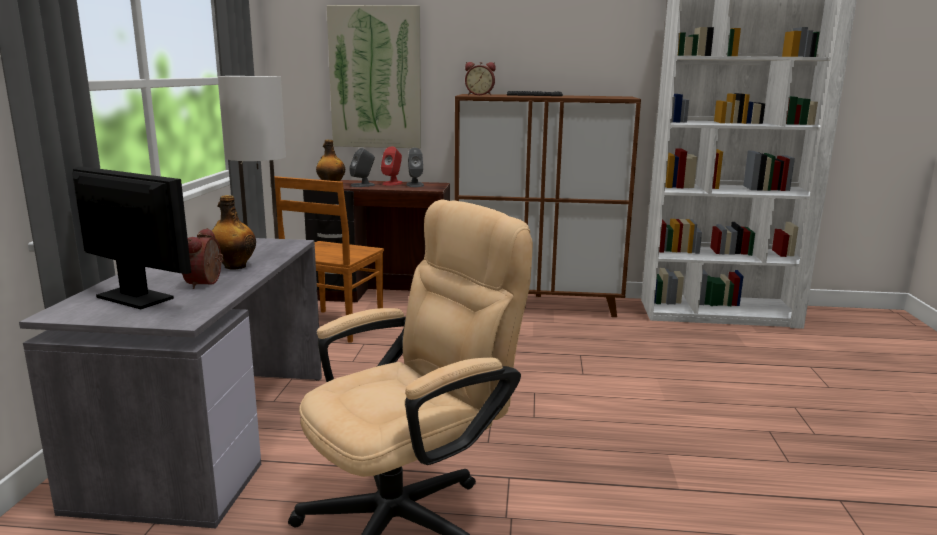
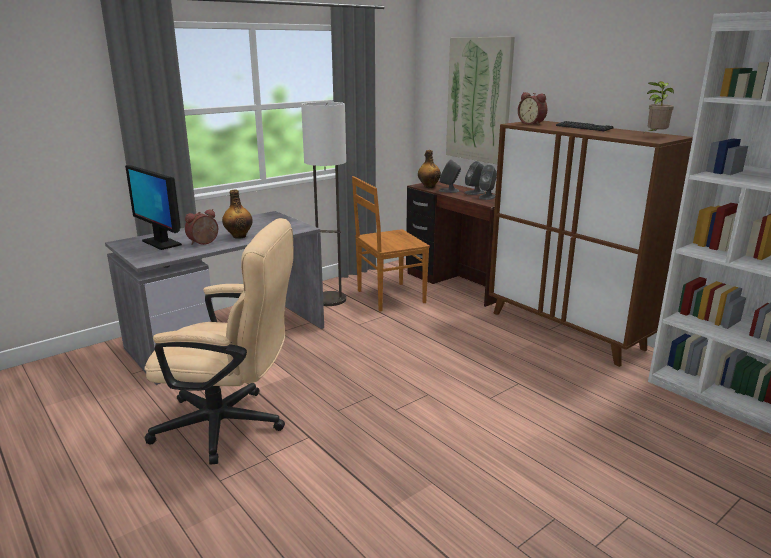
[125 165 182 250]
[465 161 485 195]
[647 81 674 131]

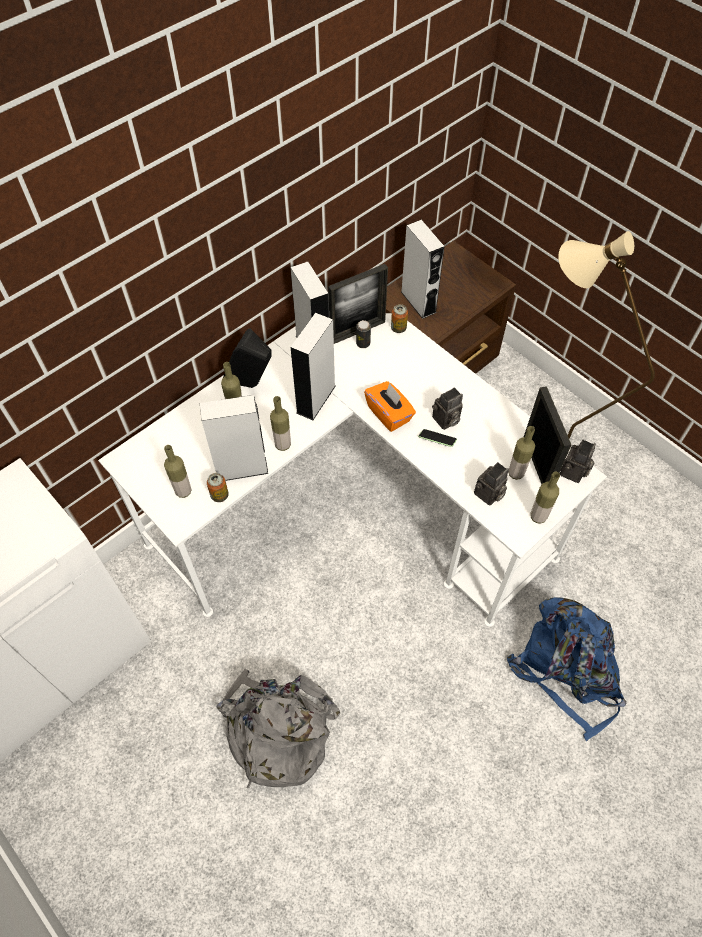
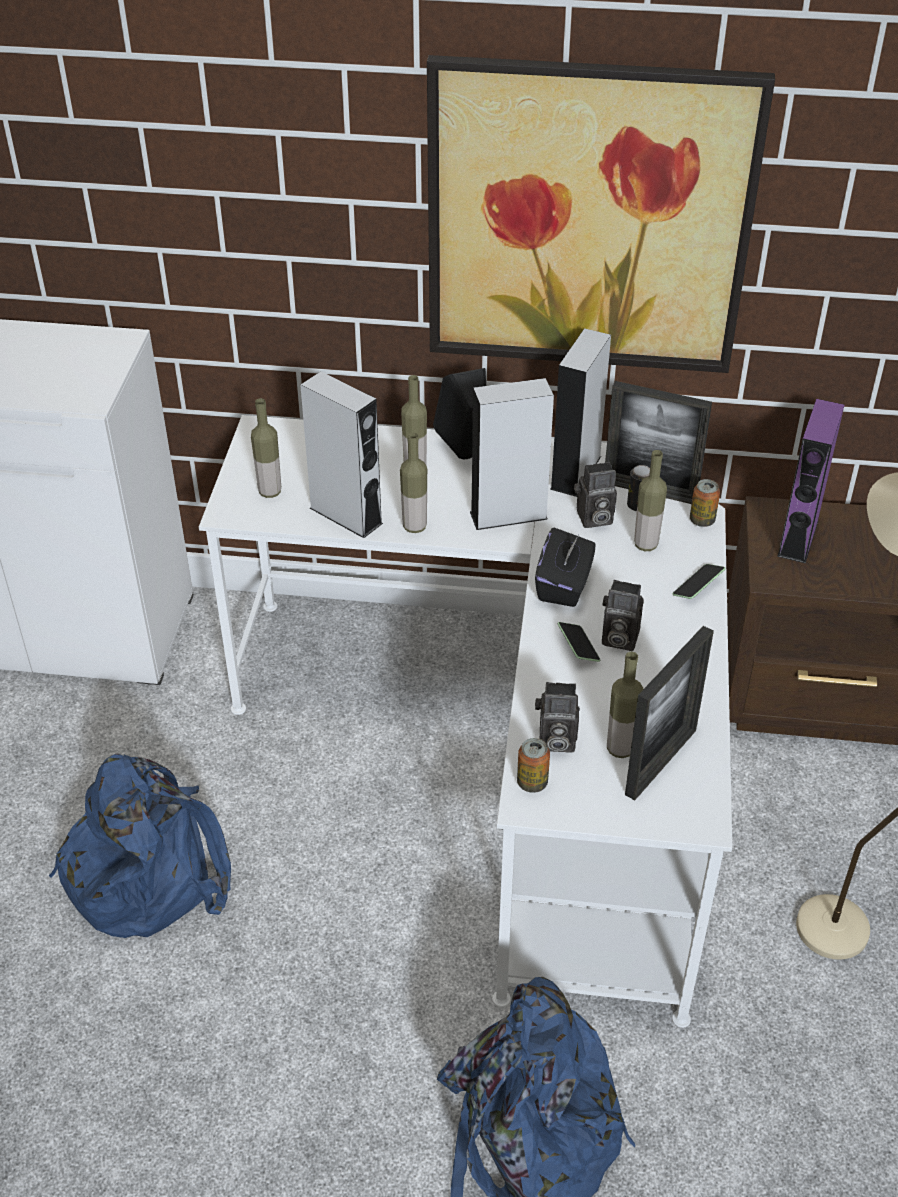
[49 753 231 938]
[427 55 775 373]
[517 738 550 793]
[535 528 596 607]
[574 462 617 528]
[634 450 667 551]
[673 564 725 599]
[777 399 844 563]

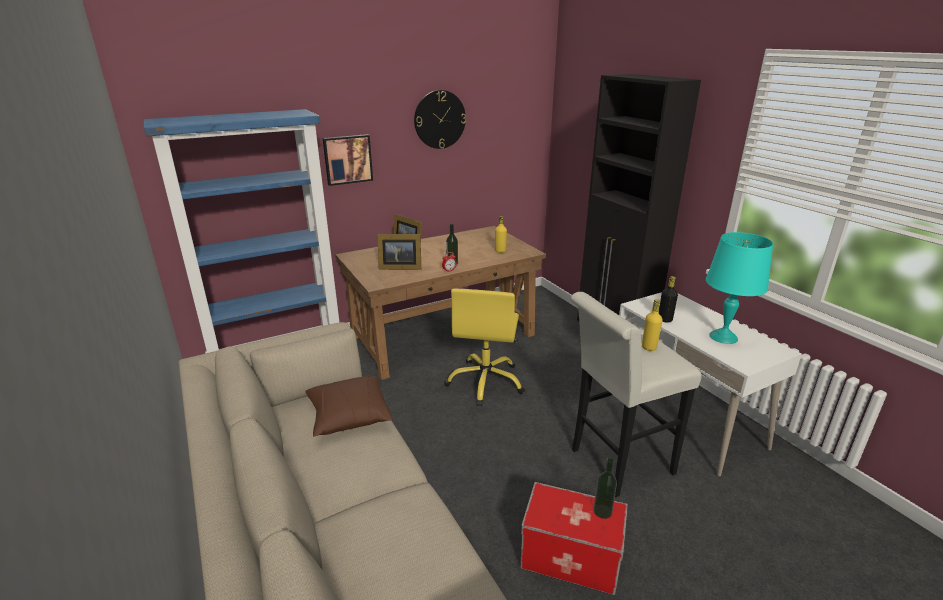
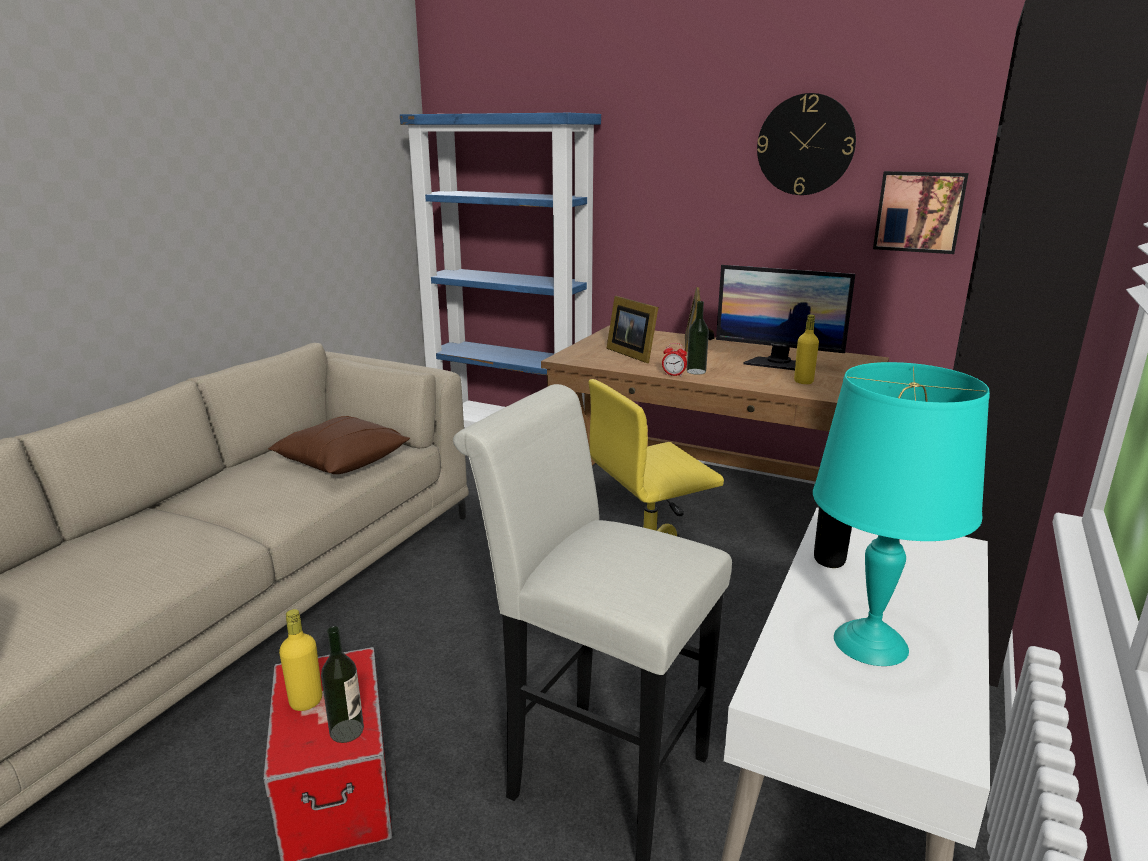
[279 609 322 711]
[716 265 855 370]
[873 171 969 254]

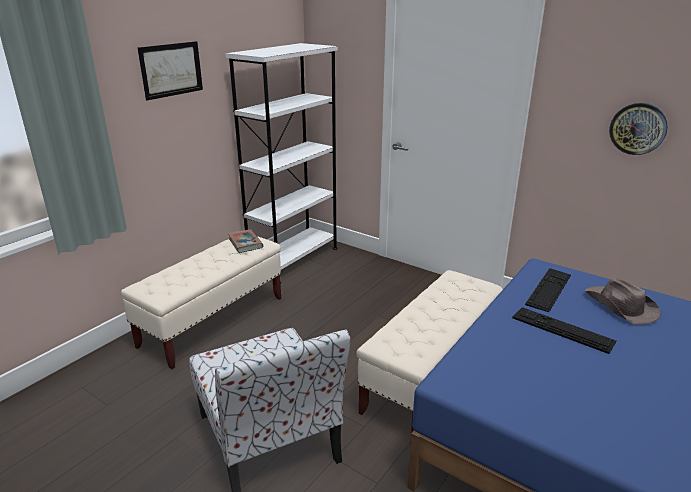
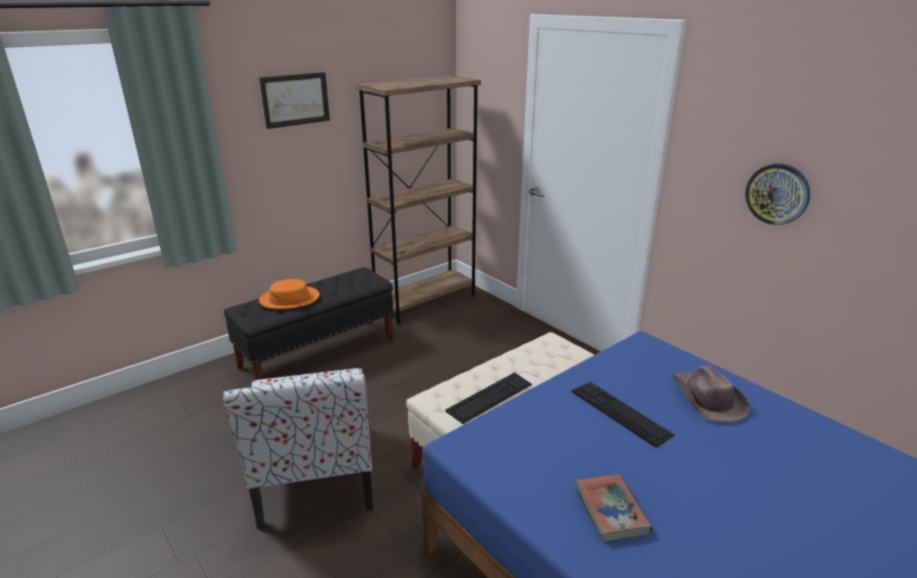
[224 267 393 380]
[259 279 320 309]
[356 75 481 325]
[445 372 532 424]
[576 474 653 543]

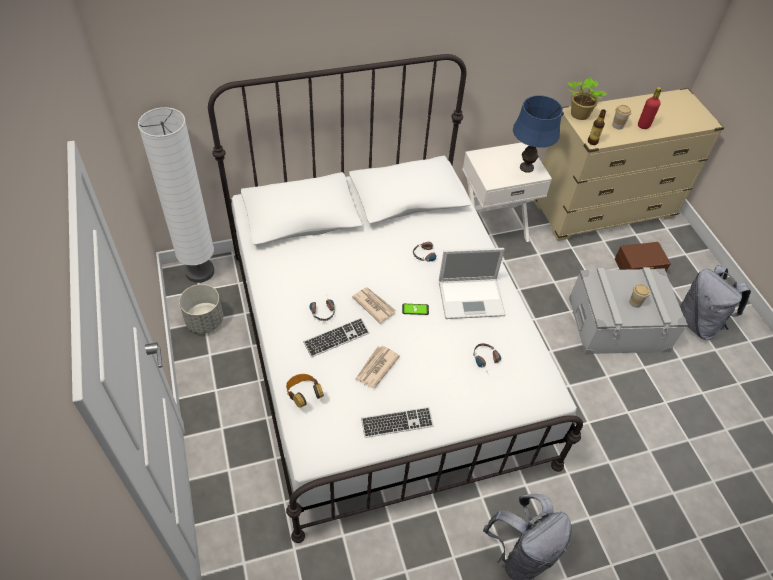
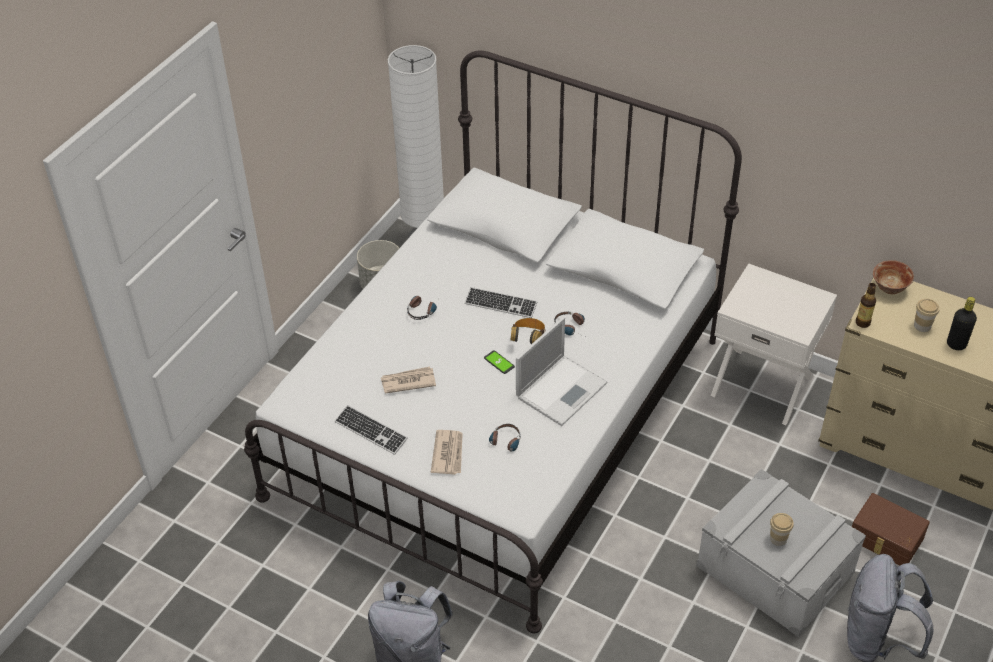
[431 430 463 475]
[465 287 537 318]
[510 318 545 344]
[516 317 607 426]
[873 260 914 294]
[947 297 977 350]
[513 95 563 173] (first image)

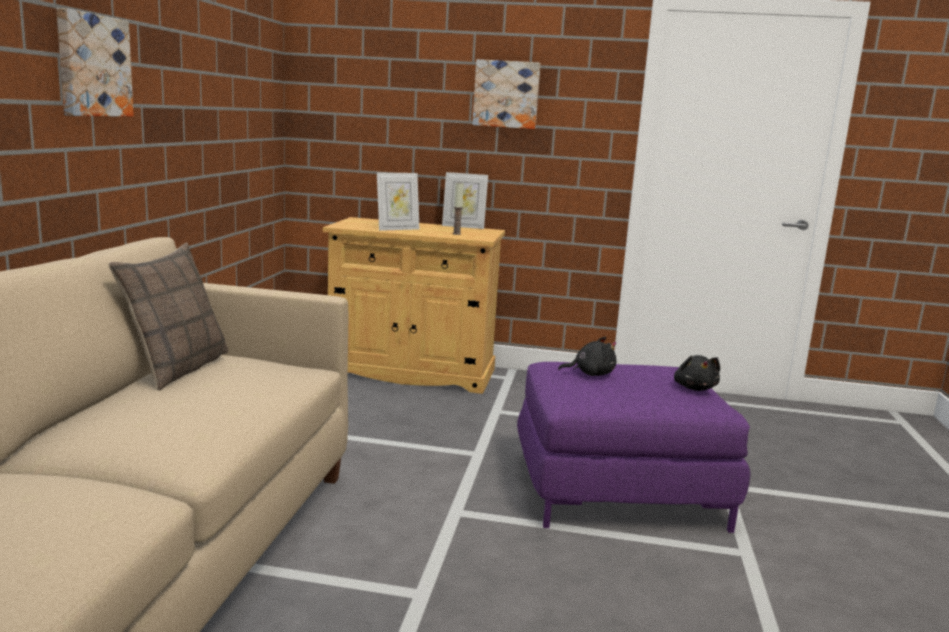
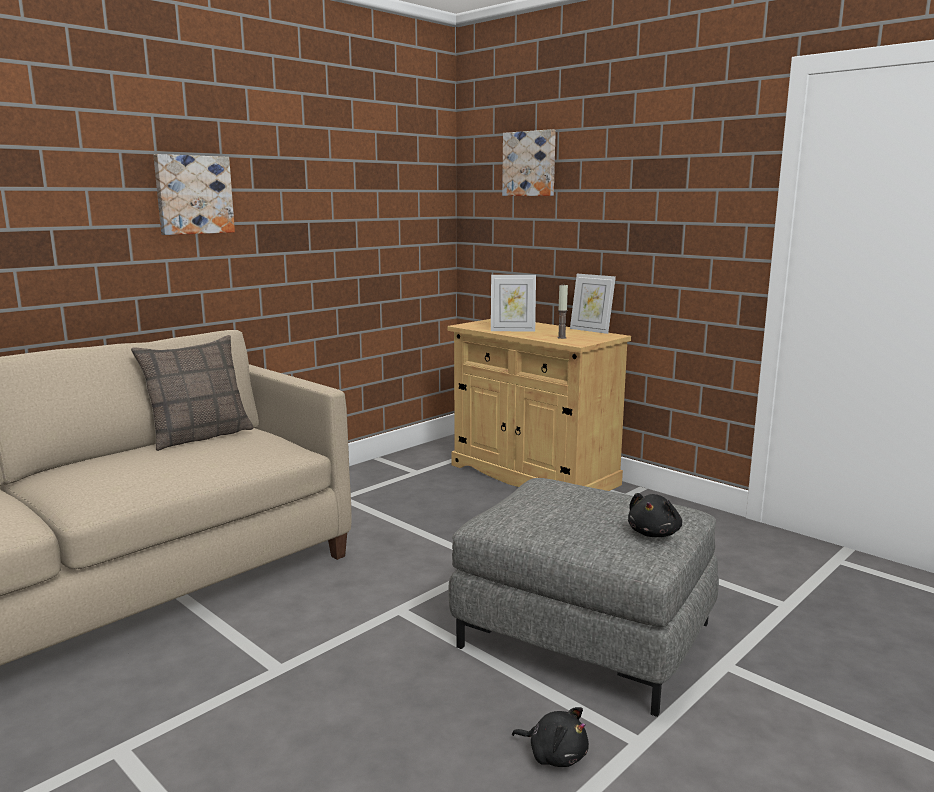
[448 478 719 717]
[502 129 556 196]
[512 707 589 767]

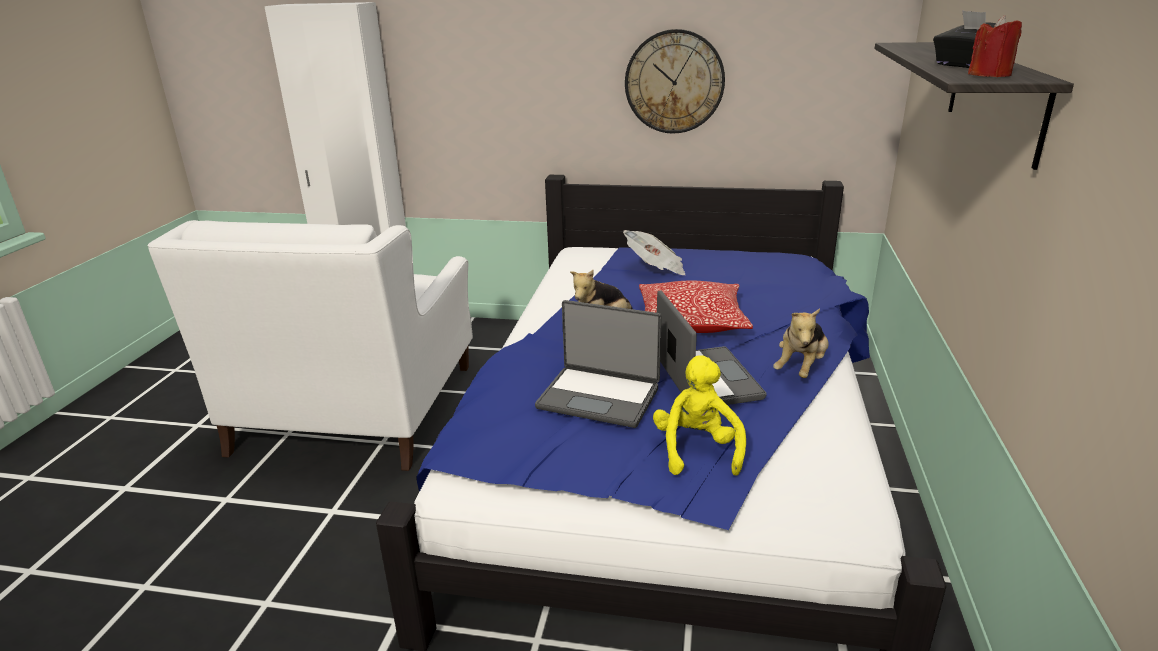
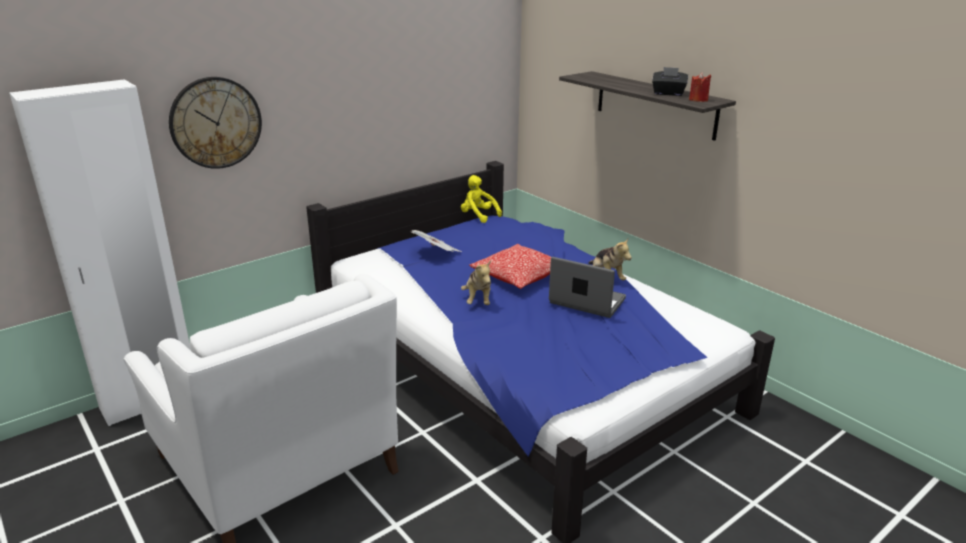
[169 77 262 169]
[461 175 502 223]
[535 300 662 428] (first image)

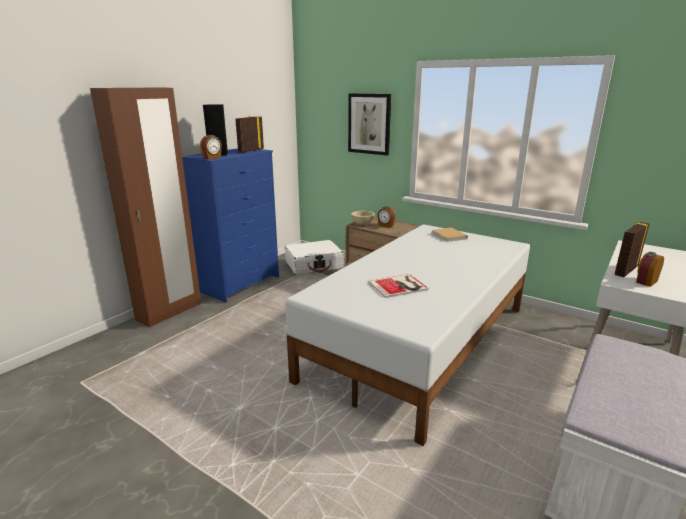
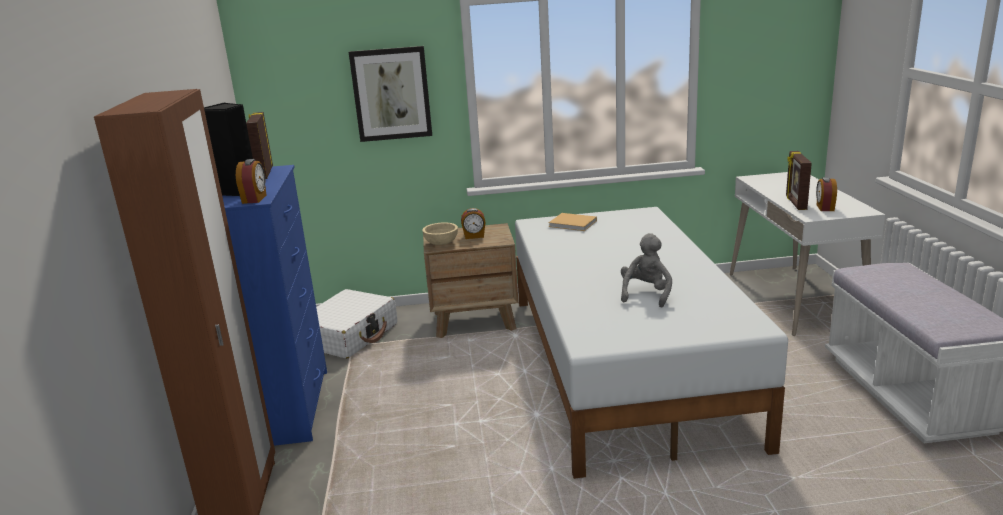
[621 233 672 308]

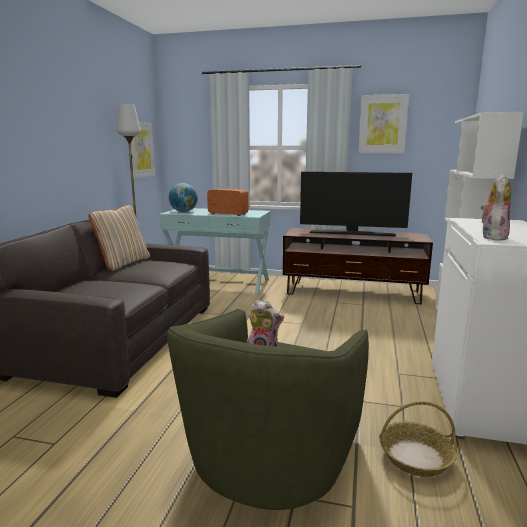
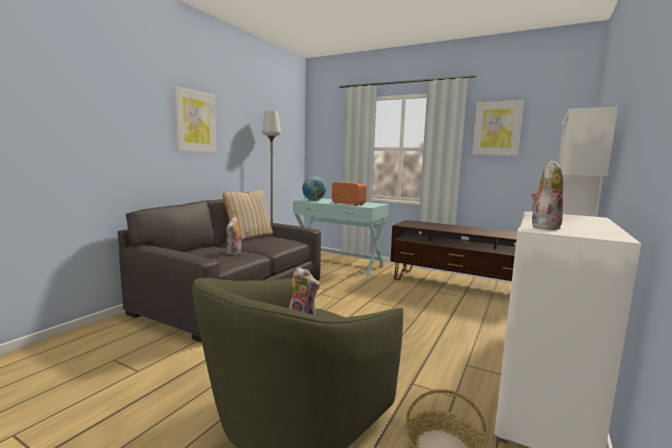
[173 86 217 152]
[226 217 242 255]
[300 172 412 236] (first image)

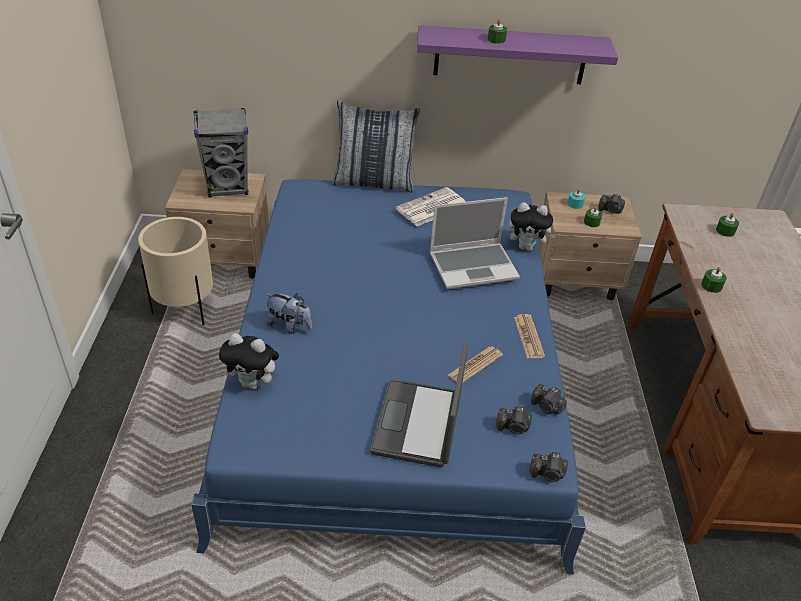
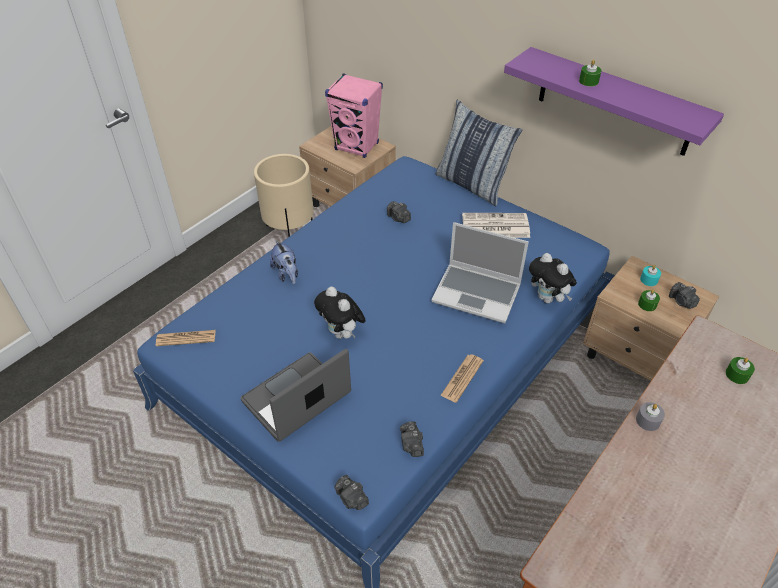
[156 330 216 346]
[314 286 366 339]
[325 74 383 158]
[387 201 411 223]
[636 402 665 431]

